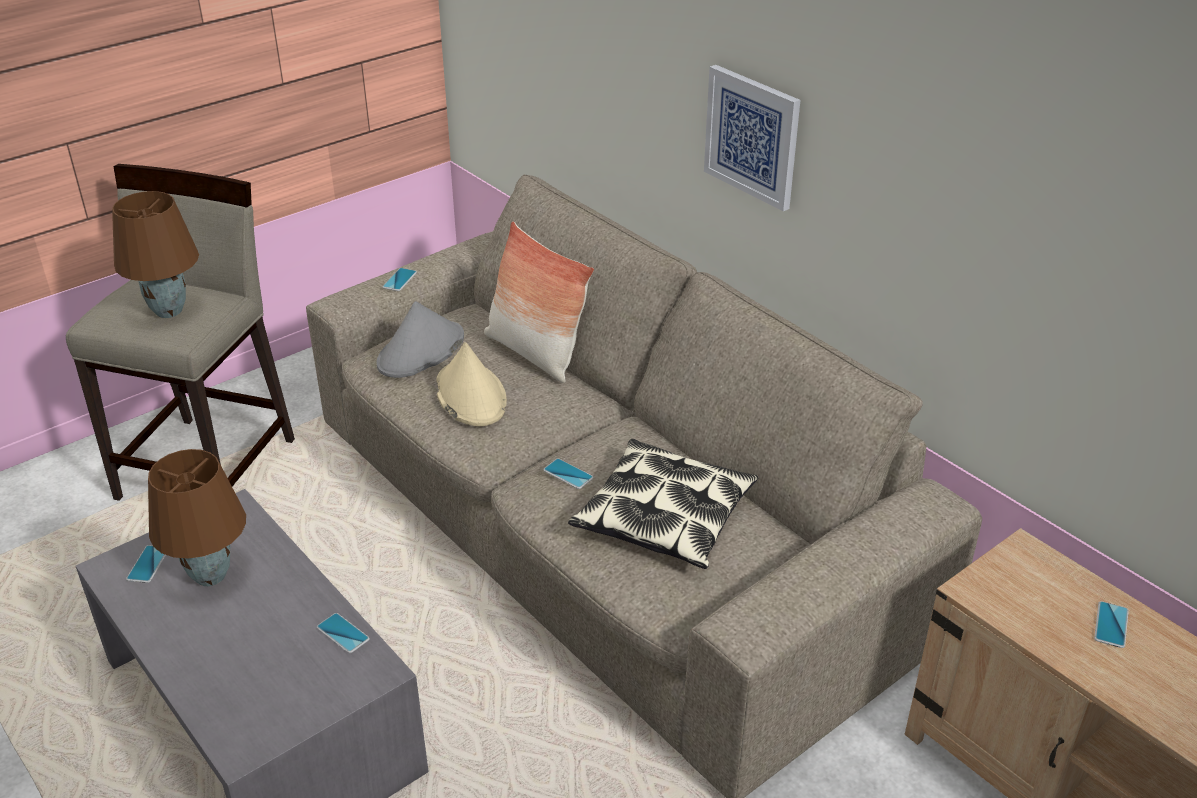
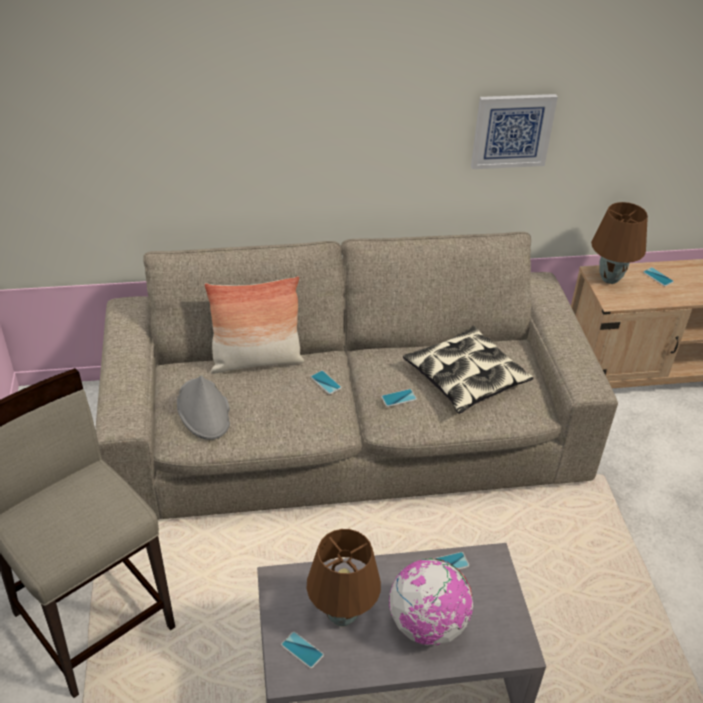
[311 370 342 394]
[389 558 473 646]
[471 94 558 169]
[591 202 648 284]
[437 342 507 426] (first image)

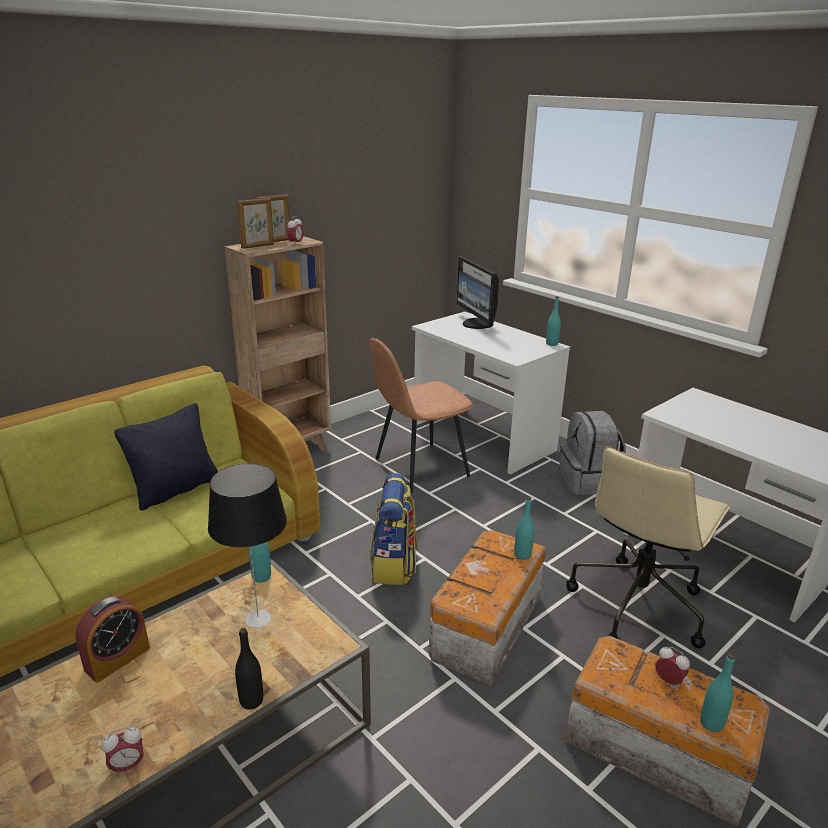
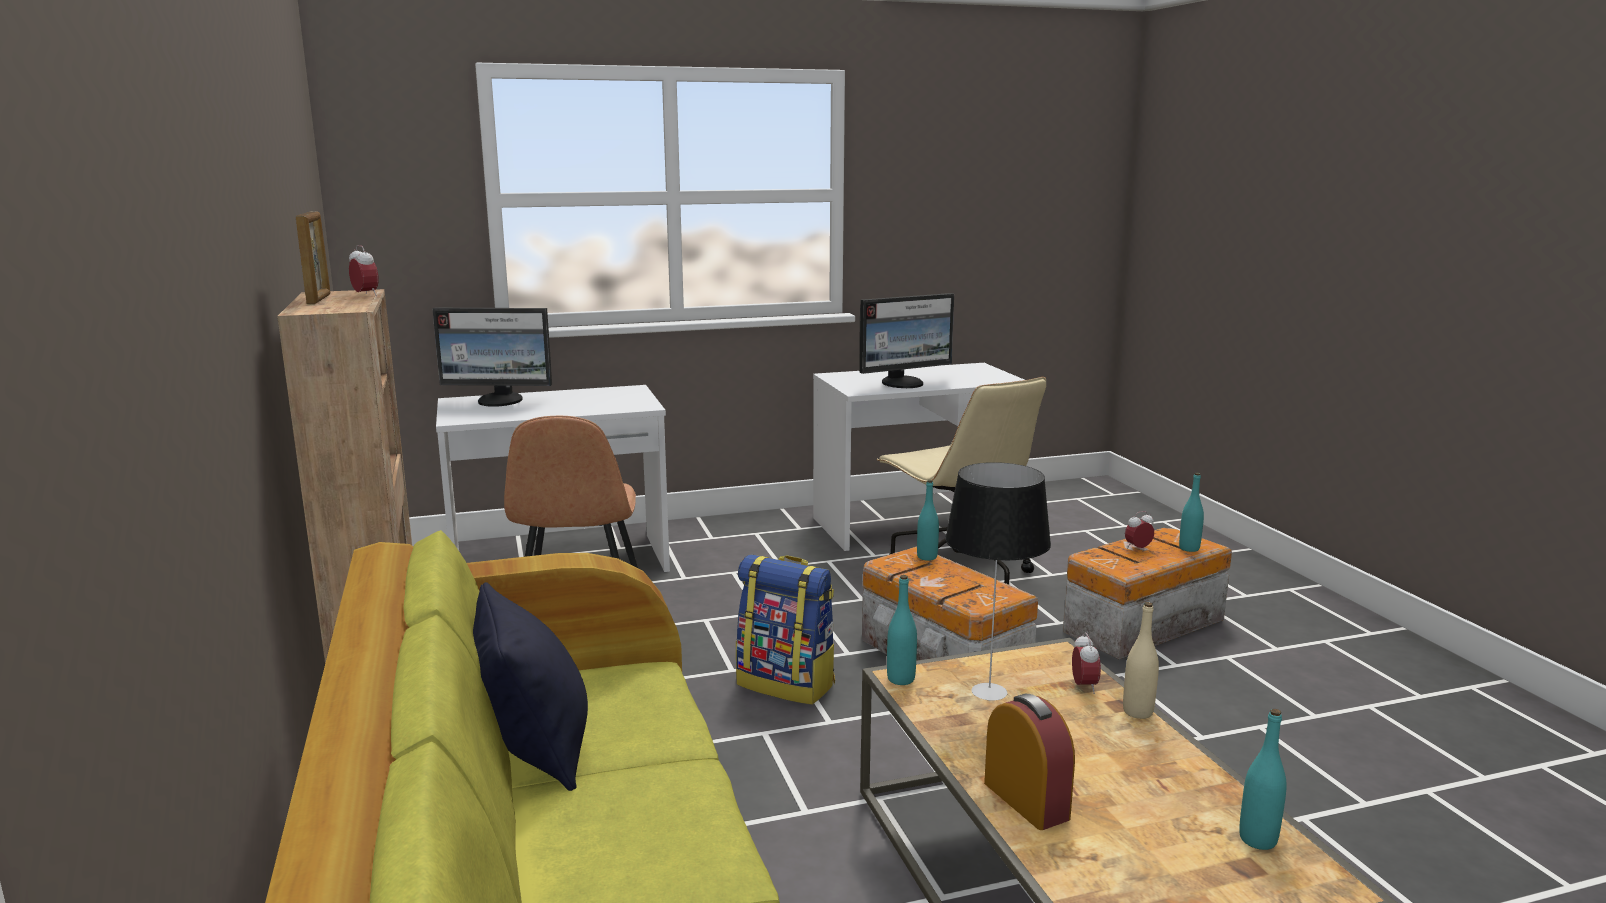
[859 293 954 388]
[1072 633 1101 694]
[1123 602 1159 719]
[1239 709 1287 850]
[237 198 274 249] (first image)
[559 411 626 495] (first image)

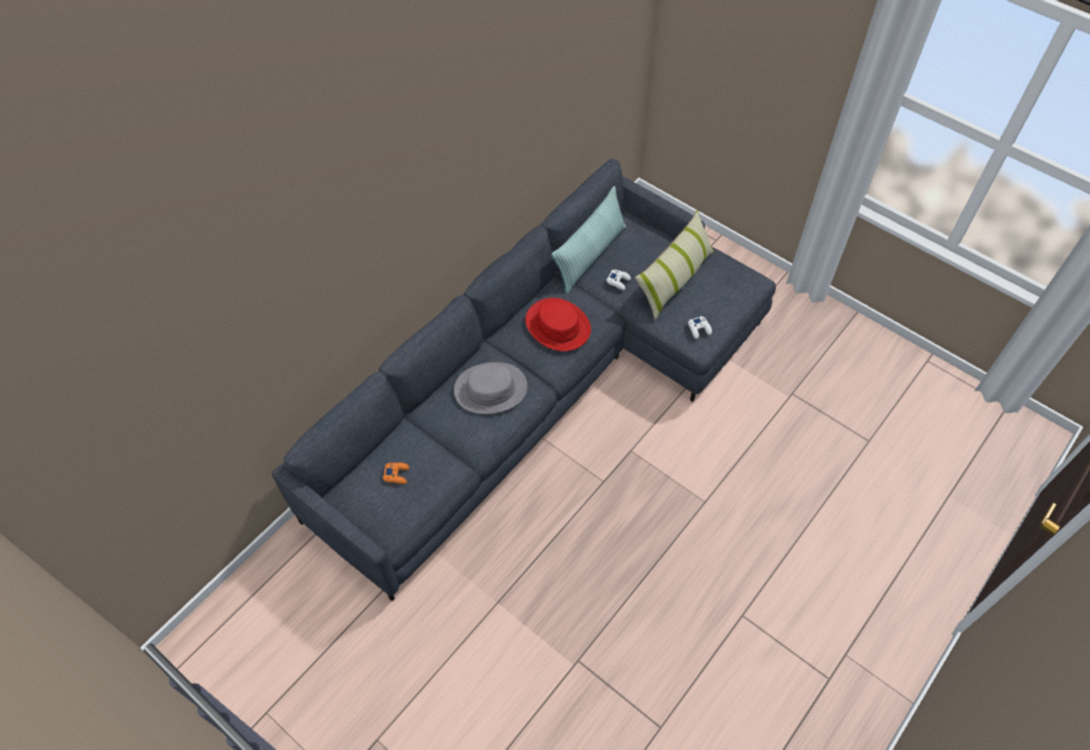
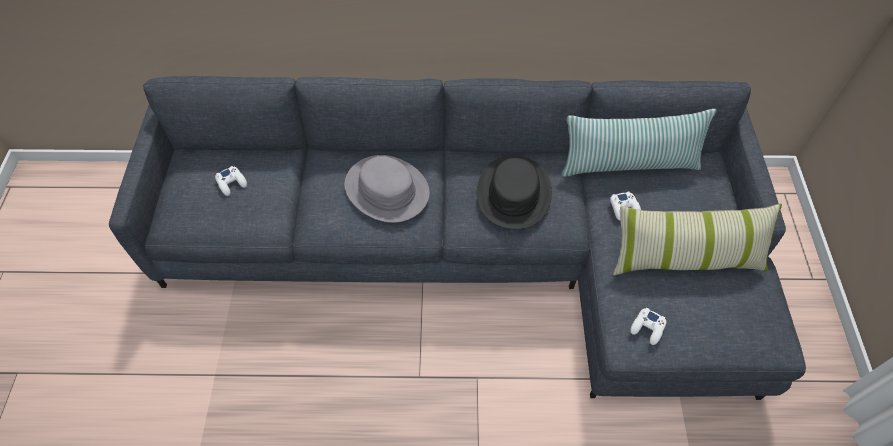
[215 166 247 196]
[477 156 552 229]

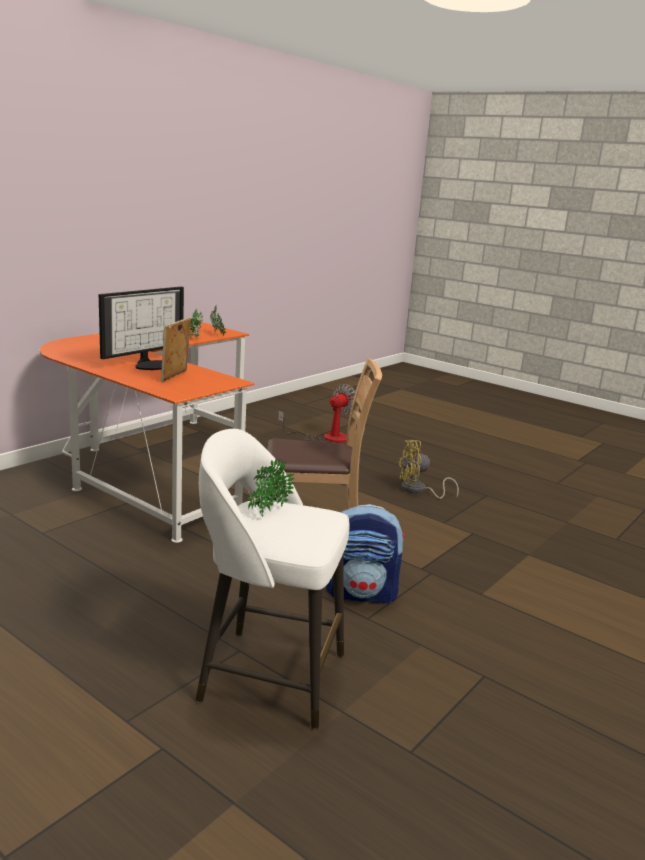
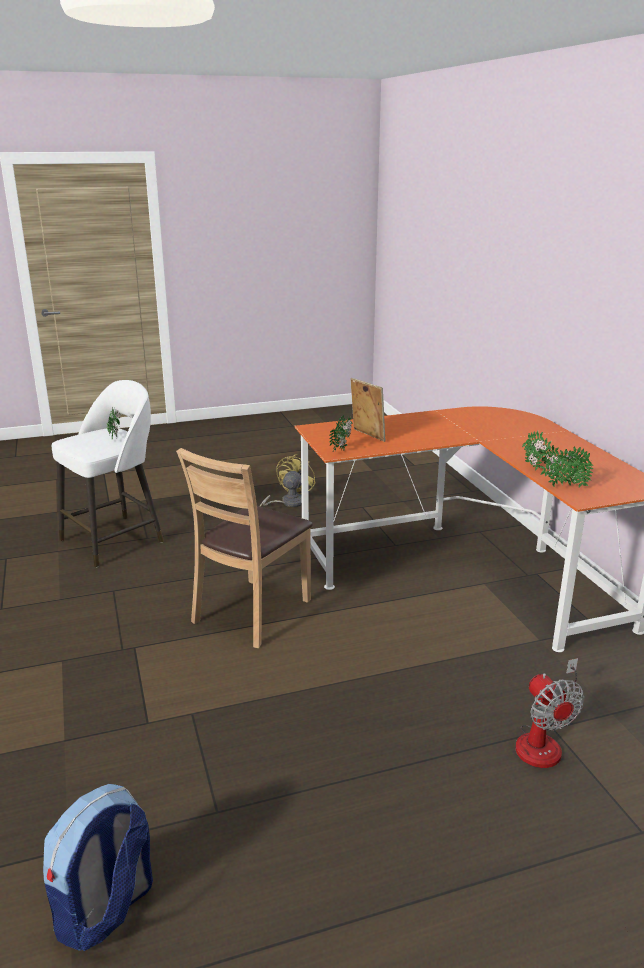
[43 784 153 951]
[260 454 316 507]
[329 415 352 452]
[99 287 184 370] (first image)

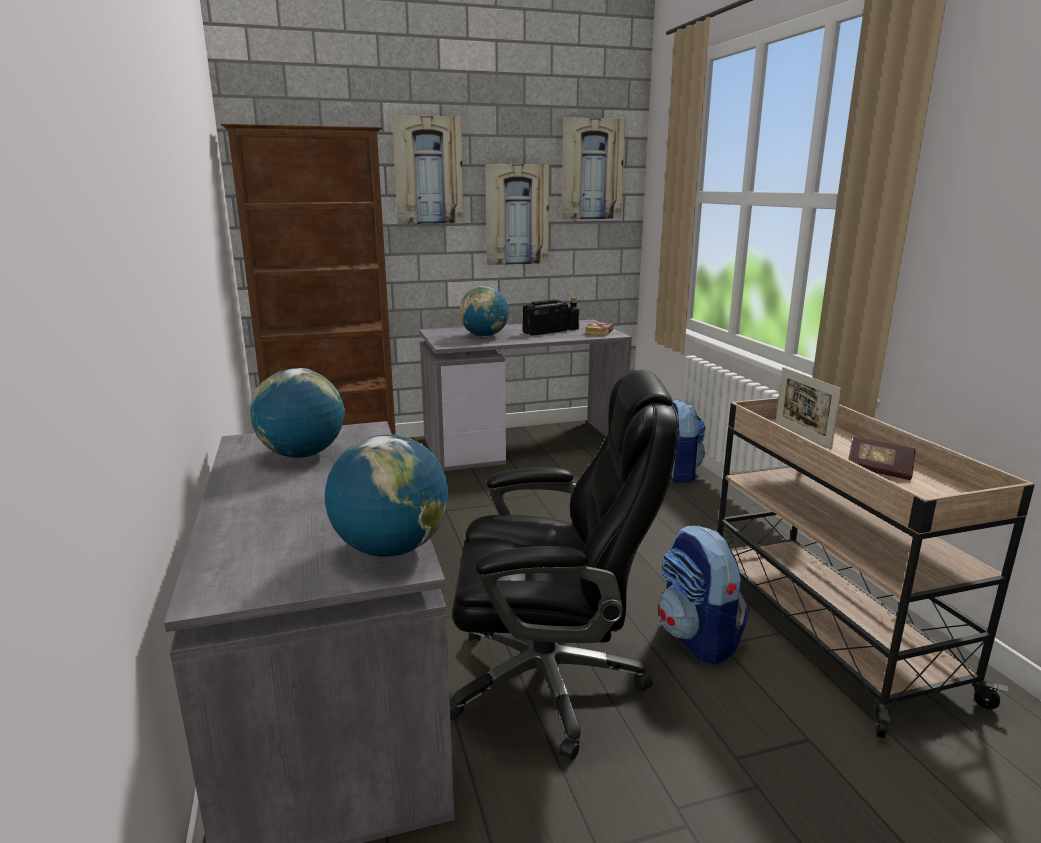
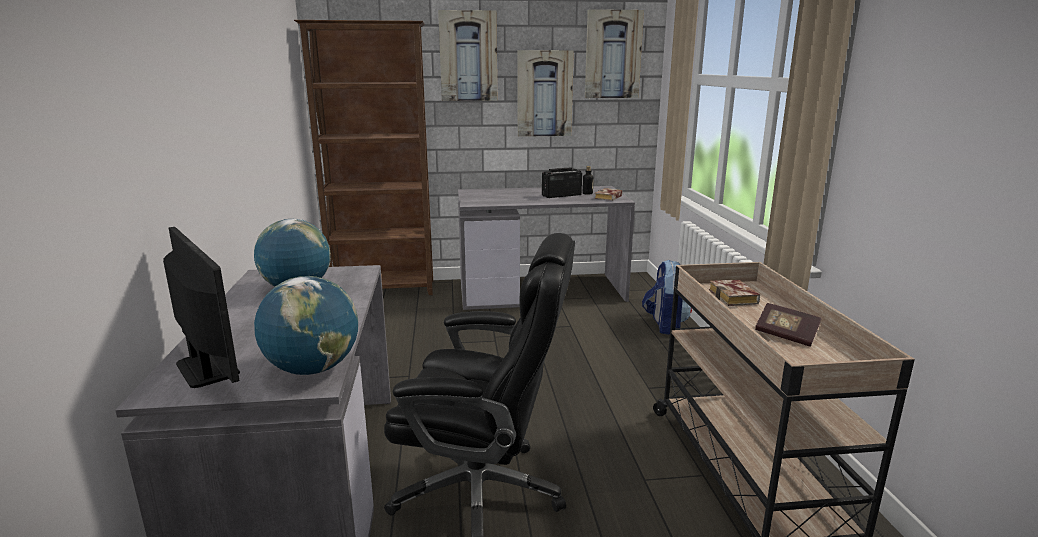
[163 227 240 388]
[709 279 760 306]
[459 286 509 337] (first image)
[658 525 750 665] (first image)

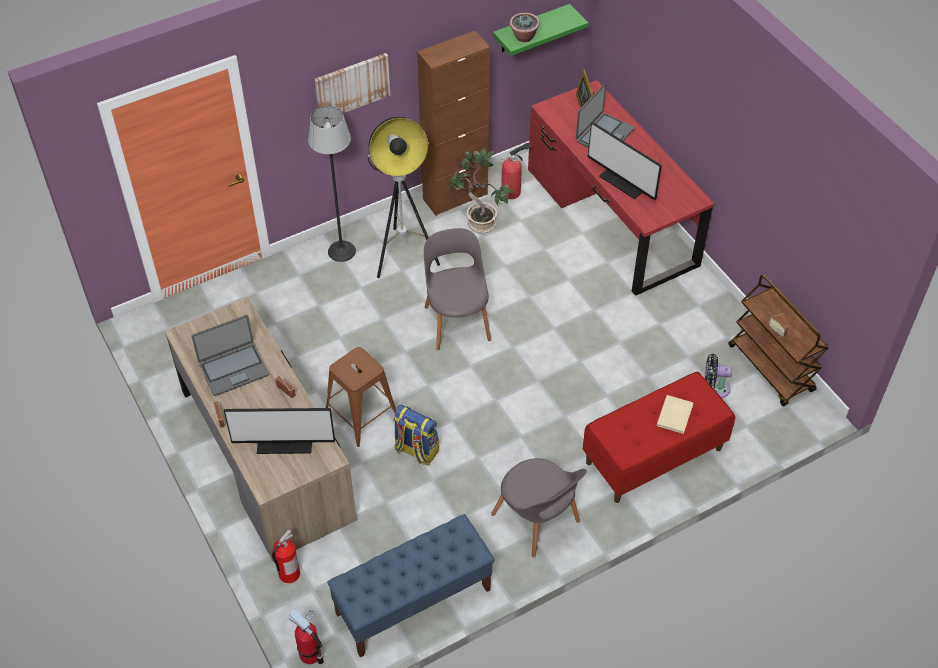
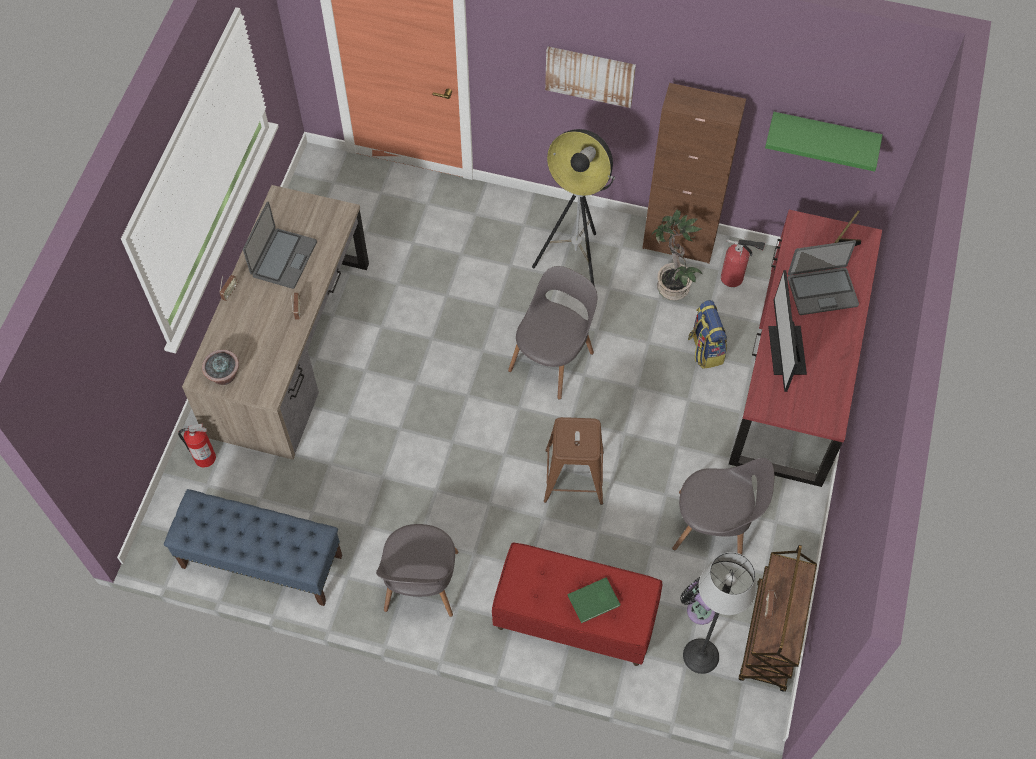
[202 349 239 385]
[243 202 317 289]
[544 417 604 505]
[567 577 621 623]
[672 458 774 555]
[683 552 756 674]
[688 300 727 369]
[224 408 335 454] (first image)
[289 608 324 664] (first image)

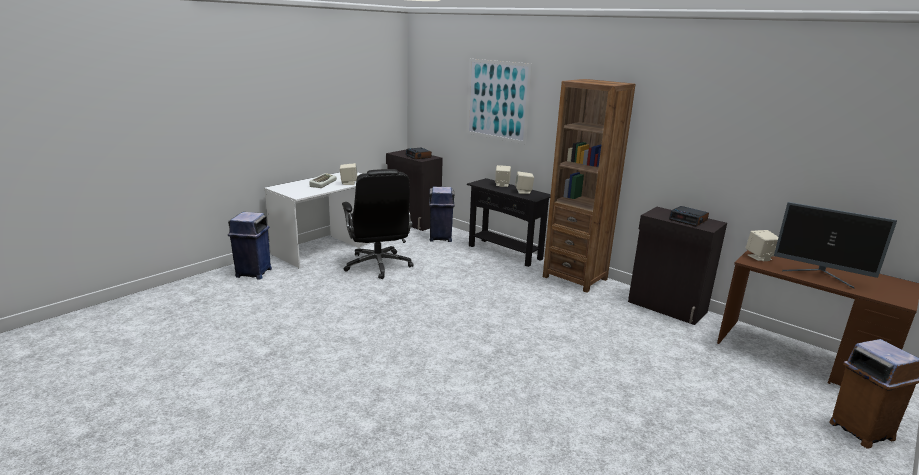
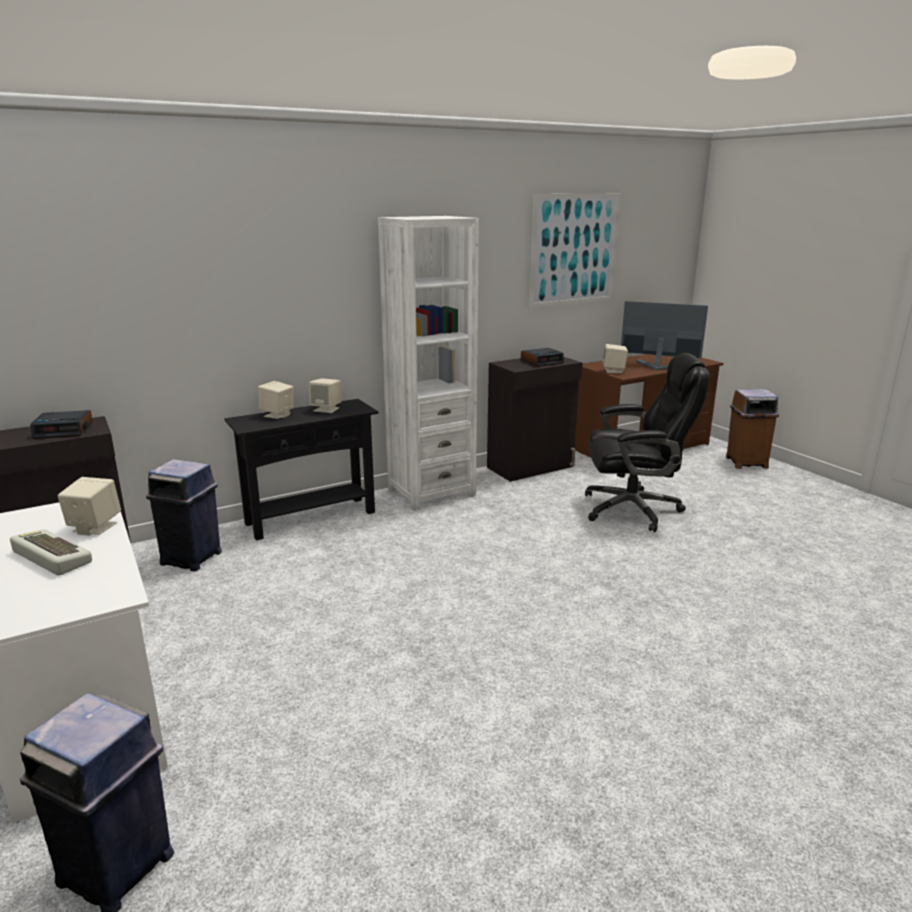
[378 216 479 511]
[530 193 620 308]
[585 353 710 532]
[621 301 708 370]

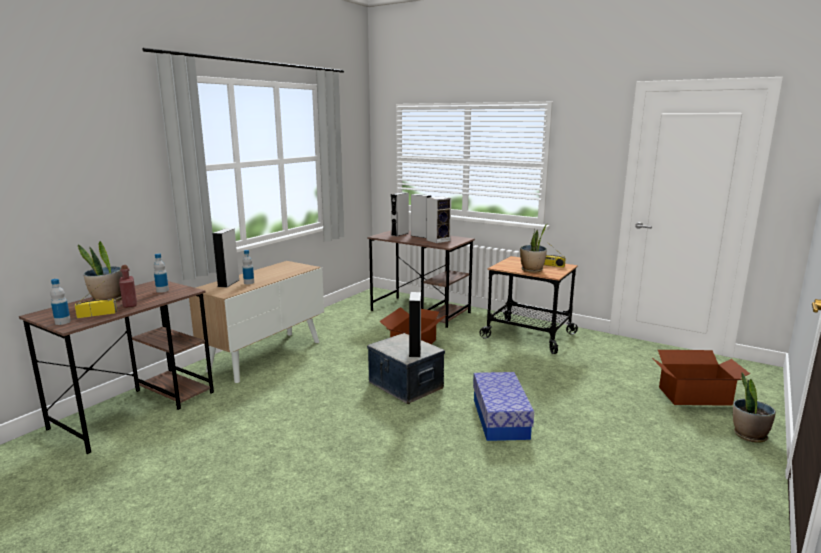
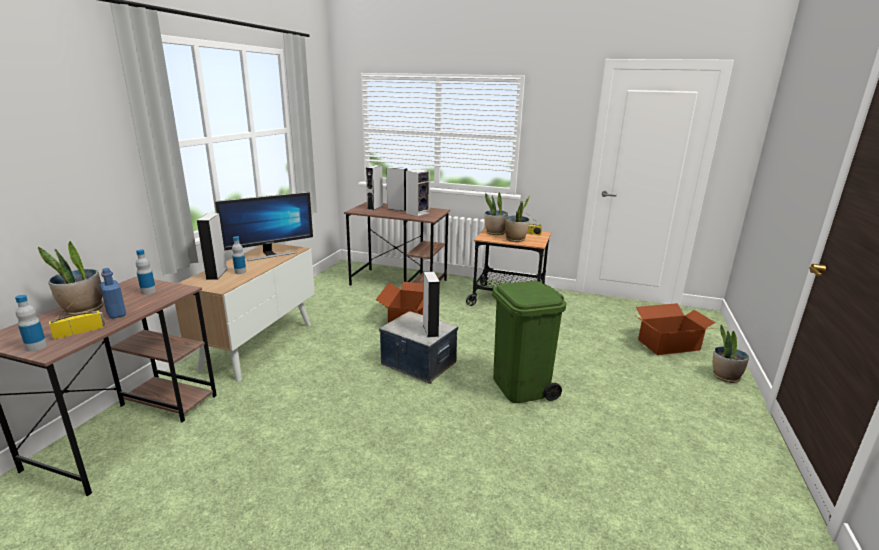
[100 268 126 319]
[215 192 313 261]
[484 192 508 235]
[492 281 567 403]

